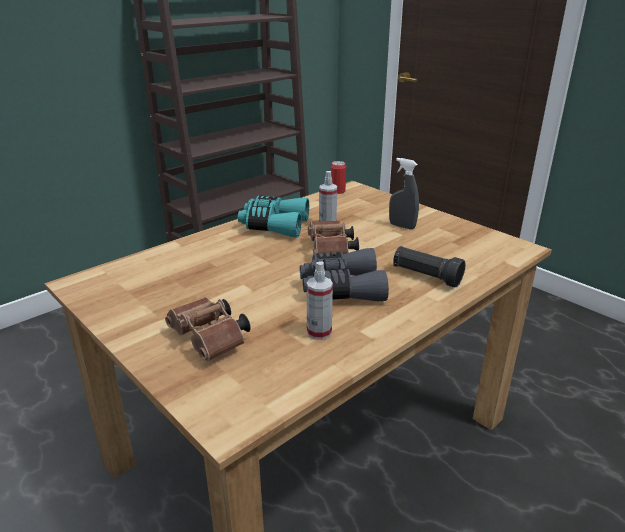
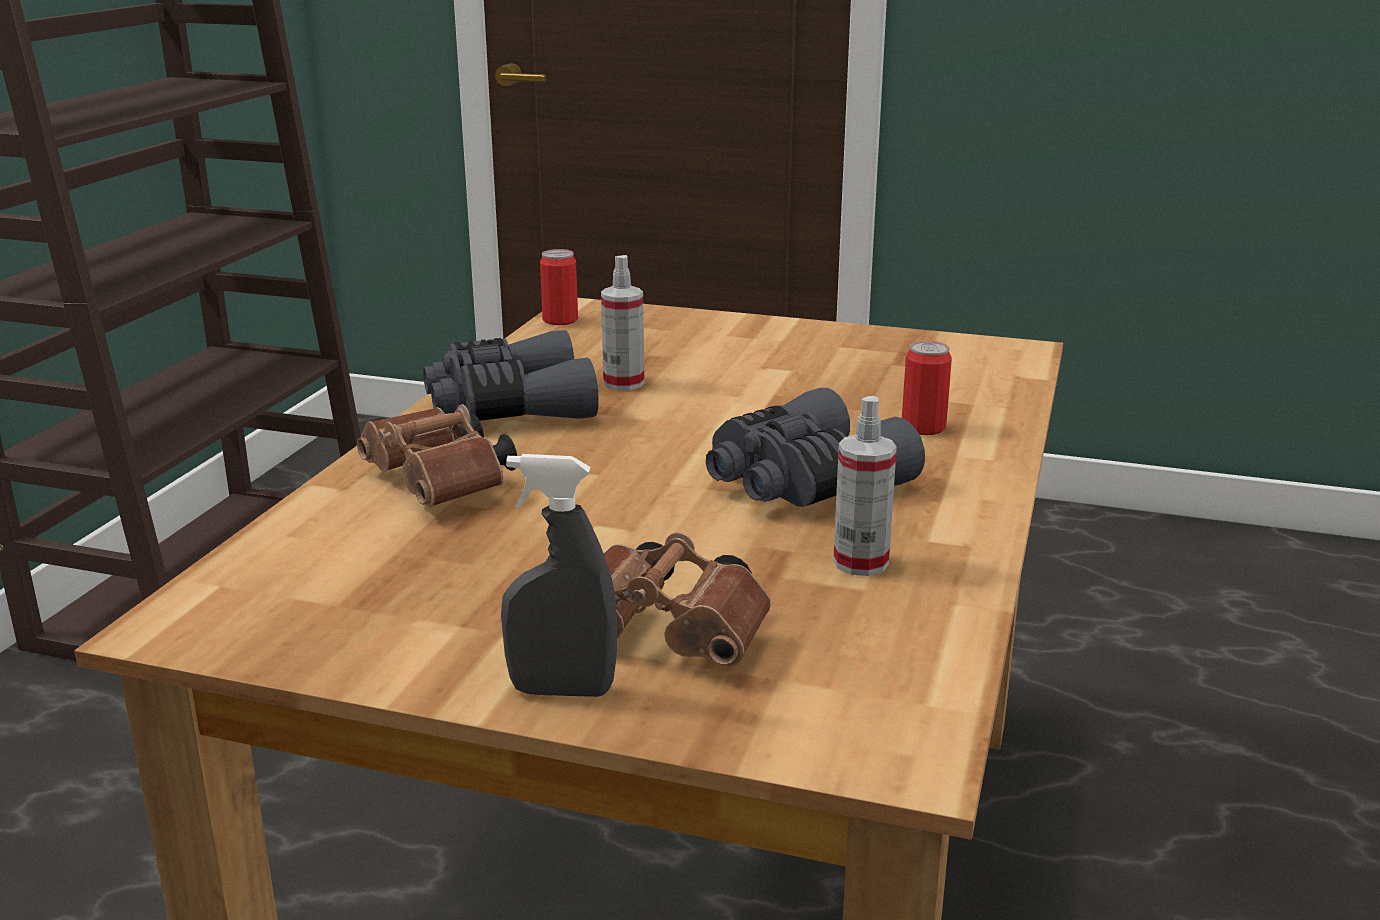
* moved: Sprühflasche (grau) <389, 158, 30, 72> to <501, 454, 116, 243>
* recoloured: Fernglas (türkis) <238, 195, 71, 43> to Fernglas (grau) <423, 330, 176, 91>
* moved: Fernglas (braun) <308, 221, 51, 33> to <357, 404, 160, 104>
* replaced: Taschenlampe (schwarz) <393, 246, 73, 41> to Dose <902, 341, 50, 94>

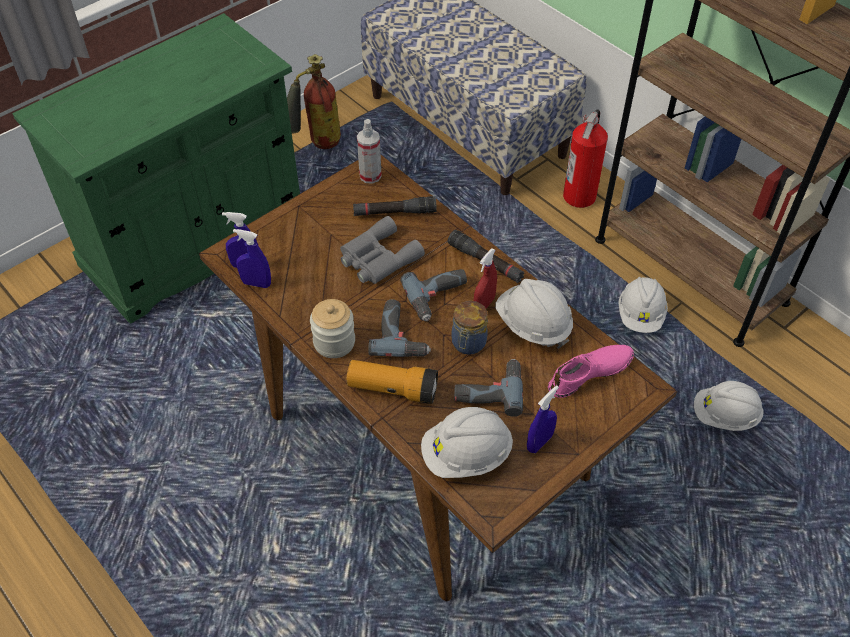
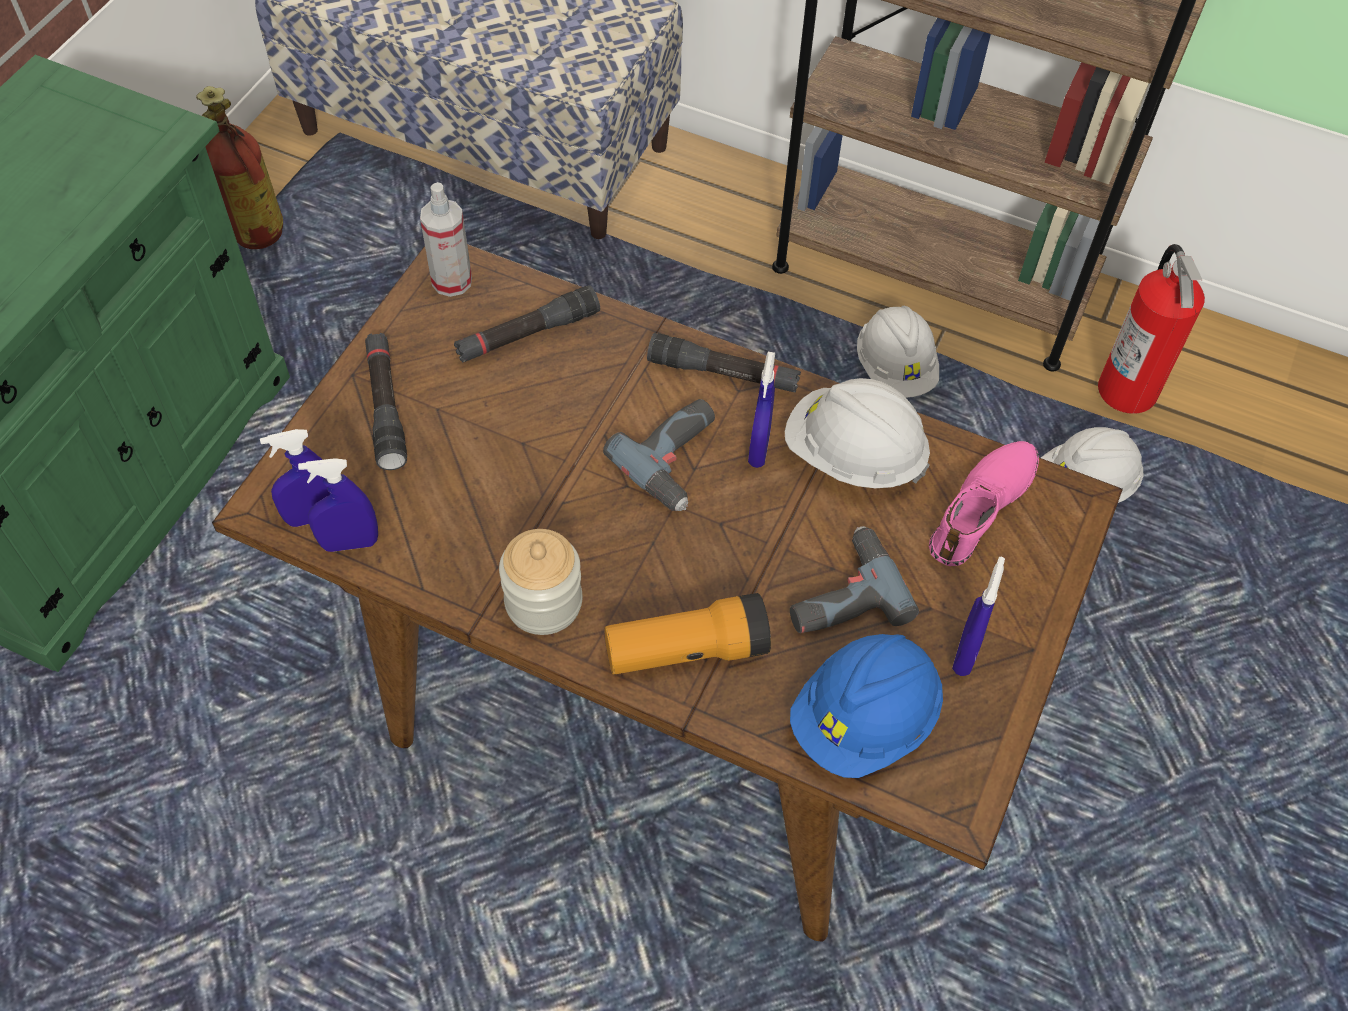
* moved: Feuerlöscher <563, 109, 45, 99> to <1098, 244, 107, 170>
* removed: Fernglas (grau) <340, 216, 85, 68>
* recoloured: Sprühflasche (rot) <474, 249, 23, 60> to Sprühflasche (blau) <748, 352, 27, 116>
* removed: Bohrmaschine <368, 299, 63, 58>
* removed: Vorratsglas <451, 301, 37, 54>
* recoloured: Schutzhelm (weiß) <421, 407, 92, 71> to Schutzhelm (blau) <790, 634, 153, 144>
* added: Taschenlampe (schwarz) <365, 333, 42, 137>

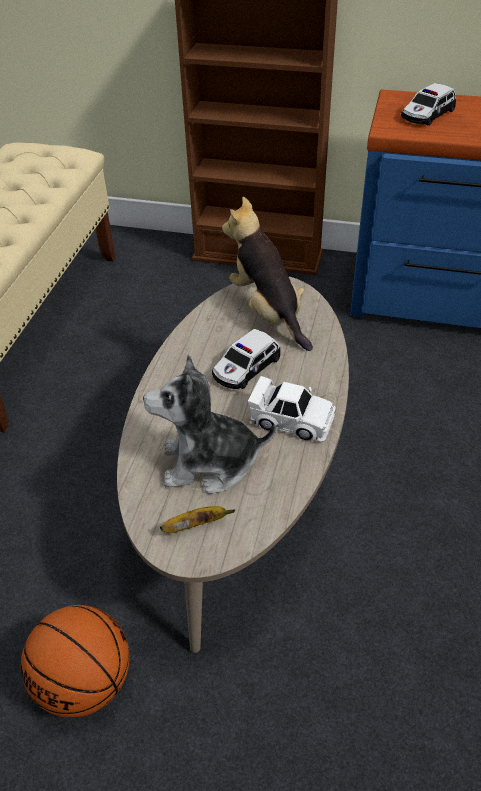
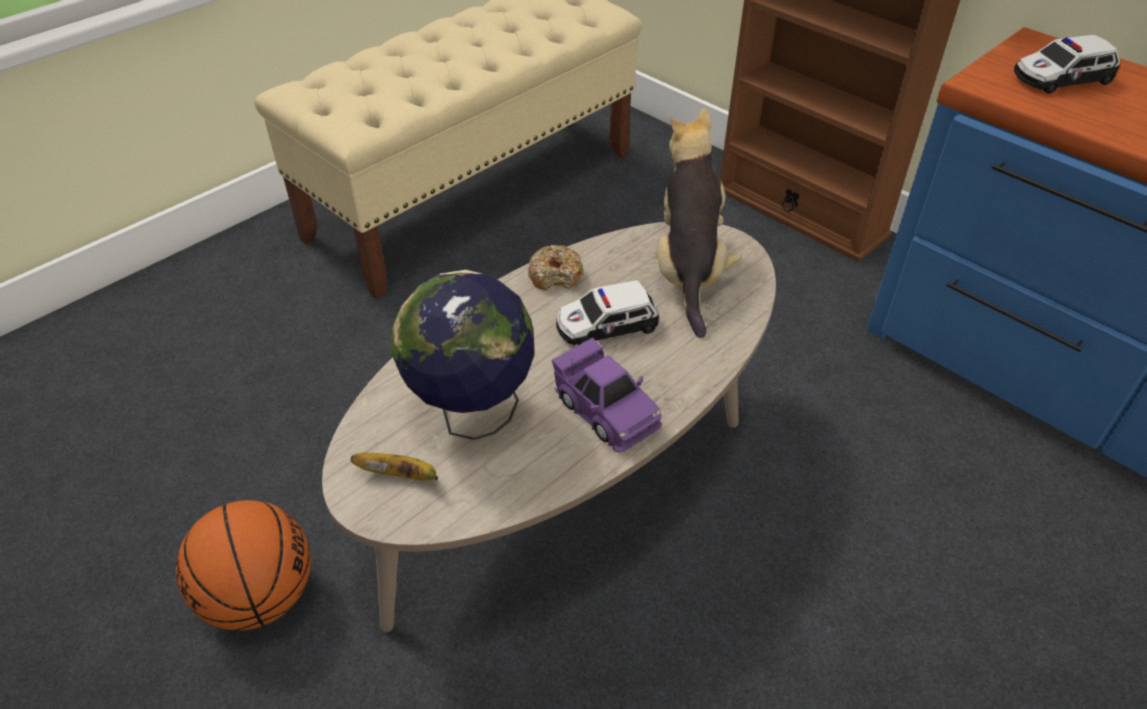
* replaced: Plüschtier <143, 355, 133, 139> to Globus <392, 270, 143, 170>
* recoloured: Spielzeugauto (weiß) <248, 376, 88, 66> to Spielzeugauto (lila) <552, 337, 110, 116>
* added: Donut <528, 245, 55, 45>

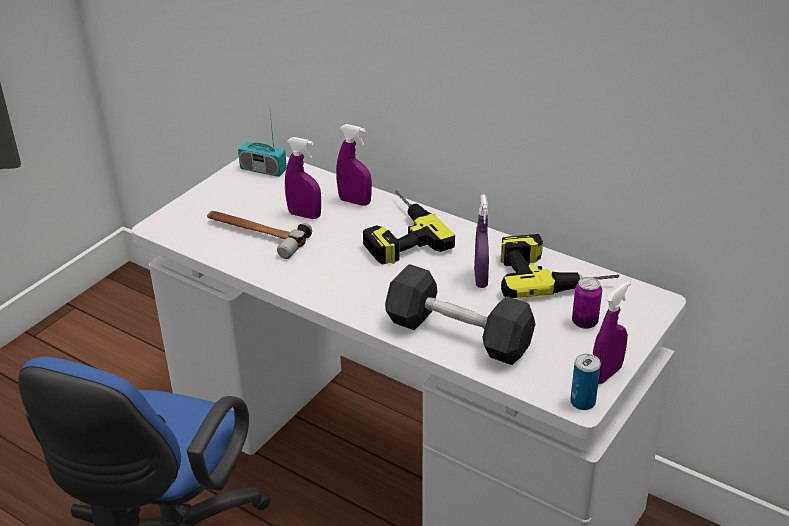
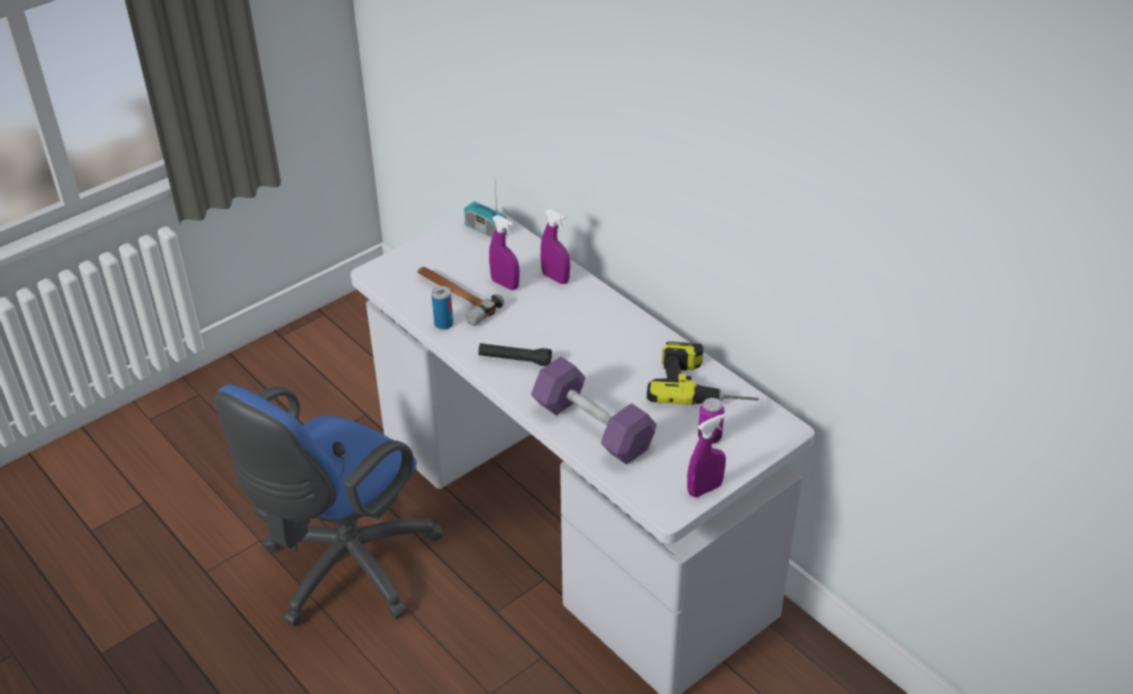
* removed: Bohrmaschine <363, 191, 92, 74>
* removed: Sprühflasche (lila) <474, 194, 15, 94>
* recoloured: Hantel (grau) <385, 264, 151, 101> to Hantel (lila) <531, 357, 126, 108>
* moved: Dose <570, 353, 31, 57> to <431, 286, 22, 44>
* added: Taschenlampe (schwarz) <478, 343, 74, 23>

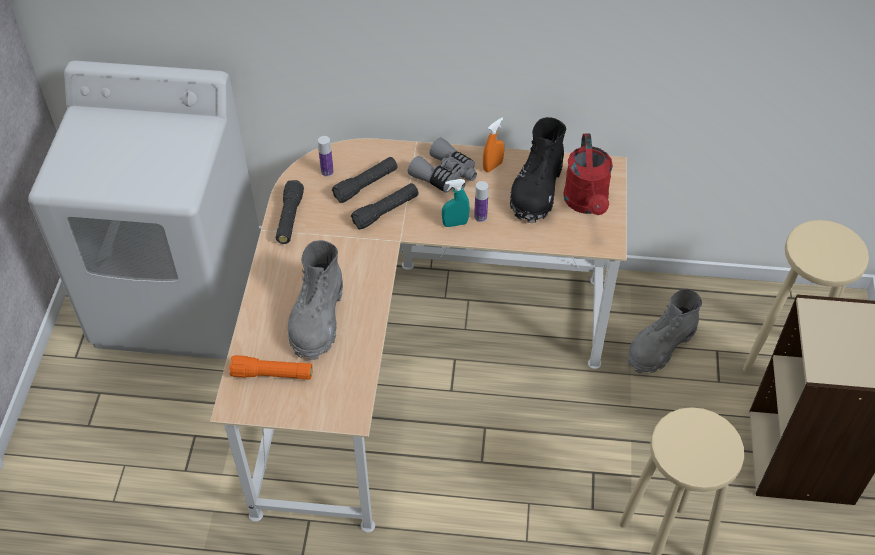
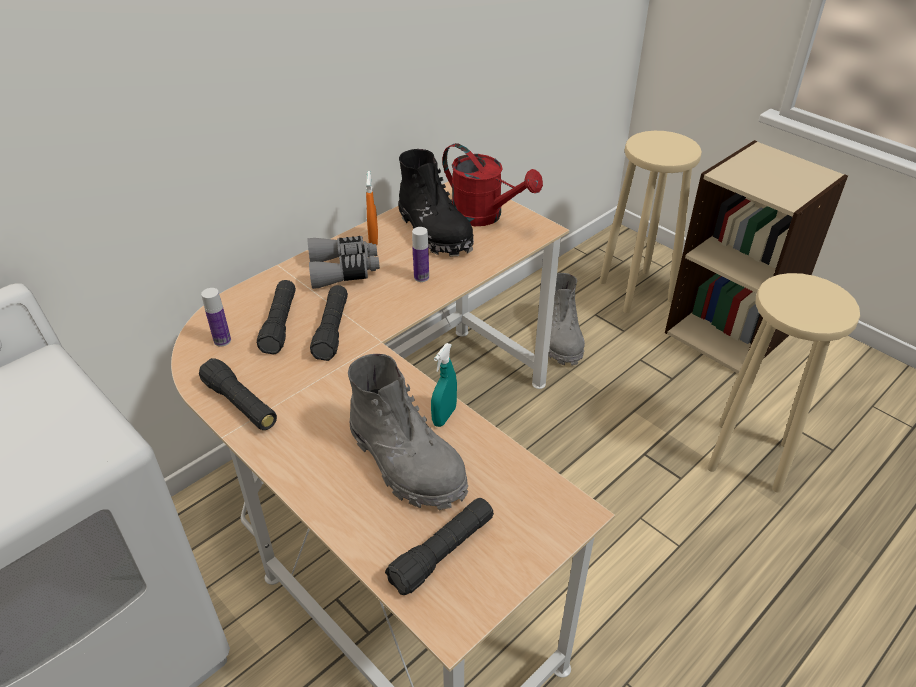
* moved: Sprühflasche (türkis) <442, 179, 28, 48> to <431, 343, 26, 84>
* recoloured: Taschenlampe (orange) <229, 355, 84, 25> to Taschenlampe (schwarz) <385, 498, 109, 97>

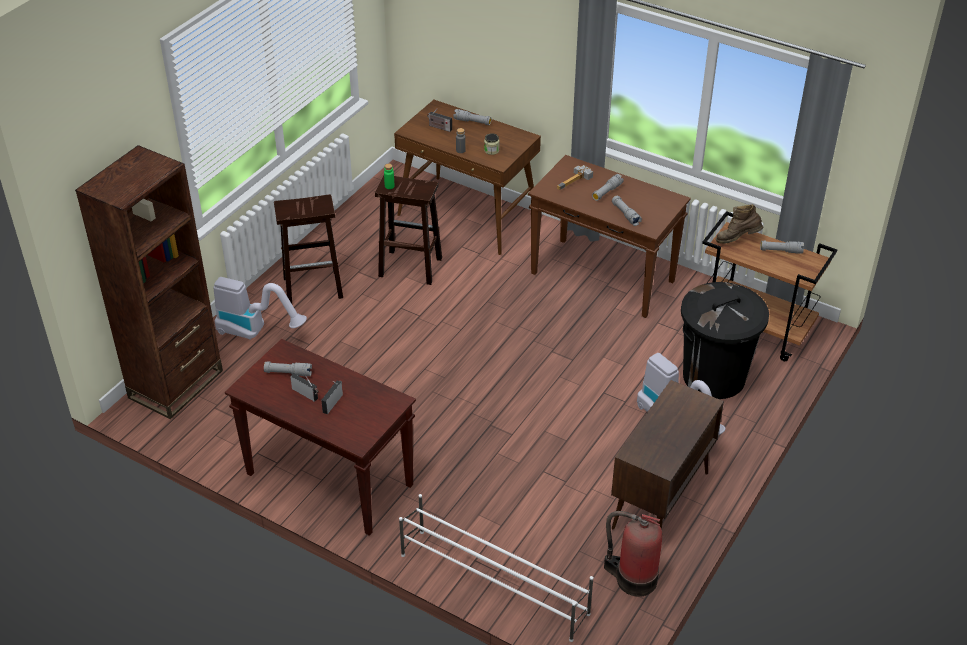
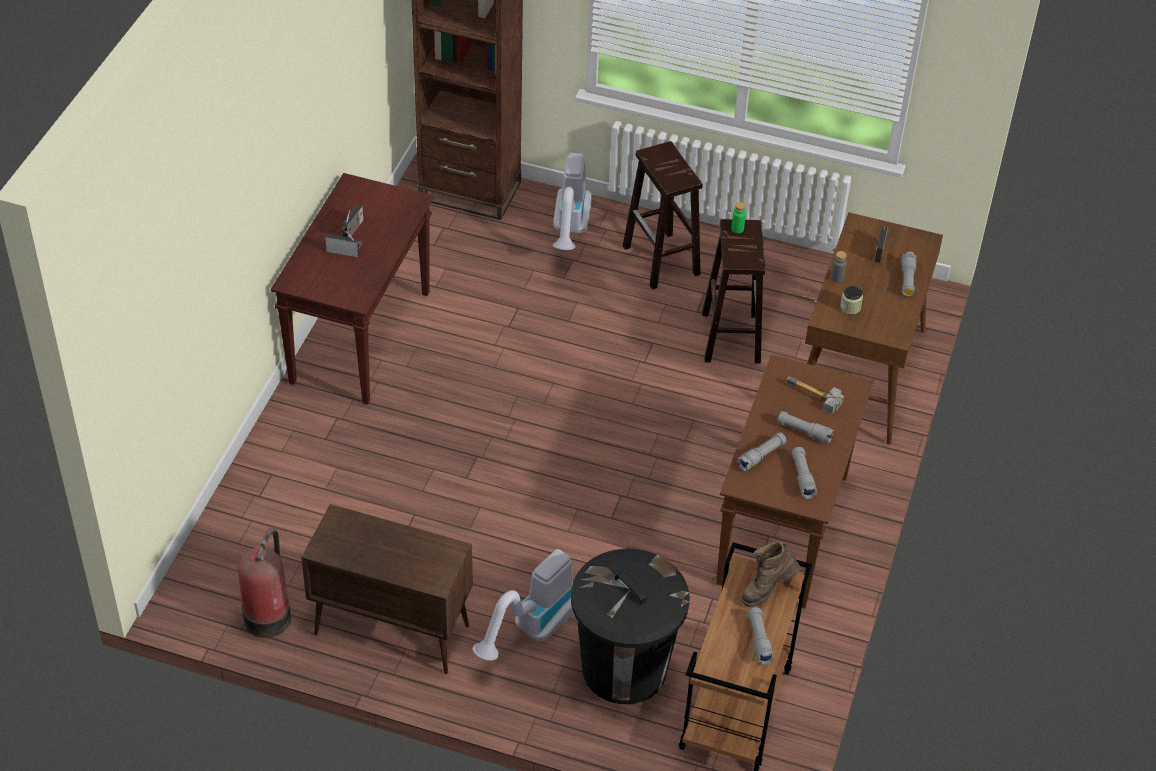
* turned: Stiefel (braun) <716, 204, 47, 39> = <741, 541, 59, 66> 105 degrees counterclockwise
* moved: Taschenlampe (grau) <264, 361, 48, 15> to <792, 447, 25, 52>
* removed: Schuhregal (weiß) <399, 494, 195, 148>

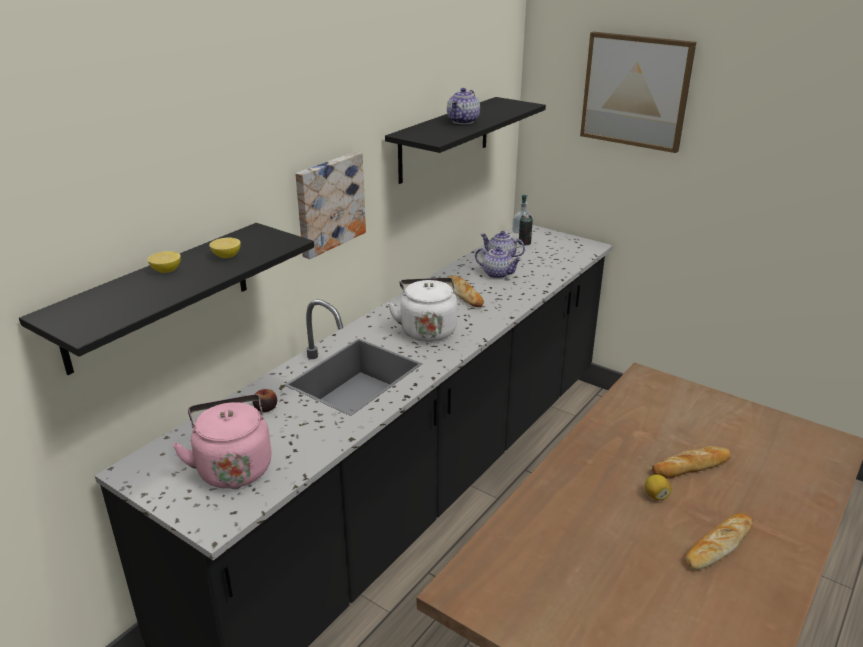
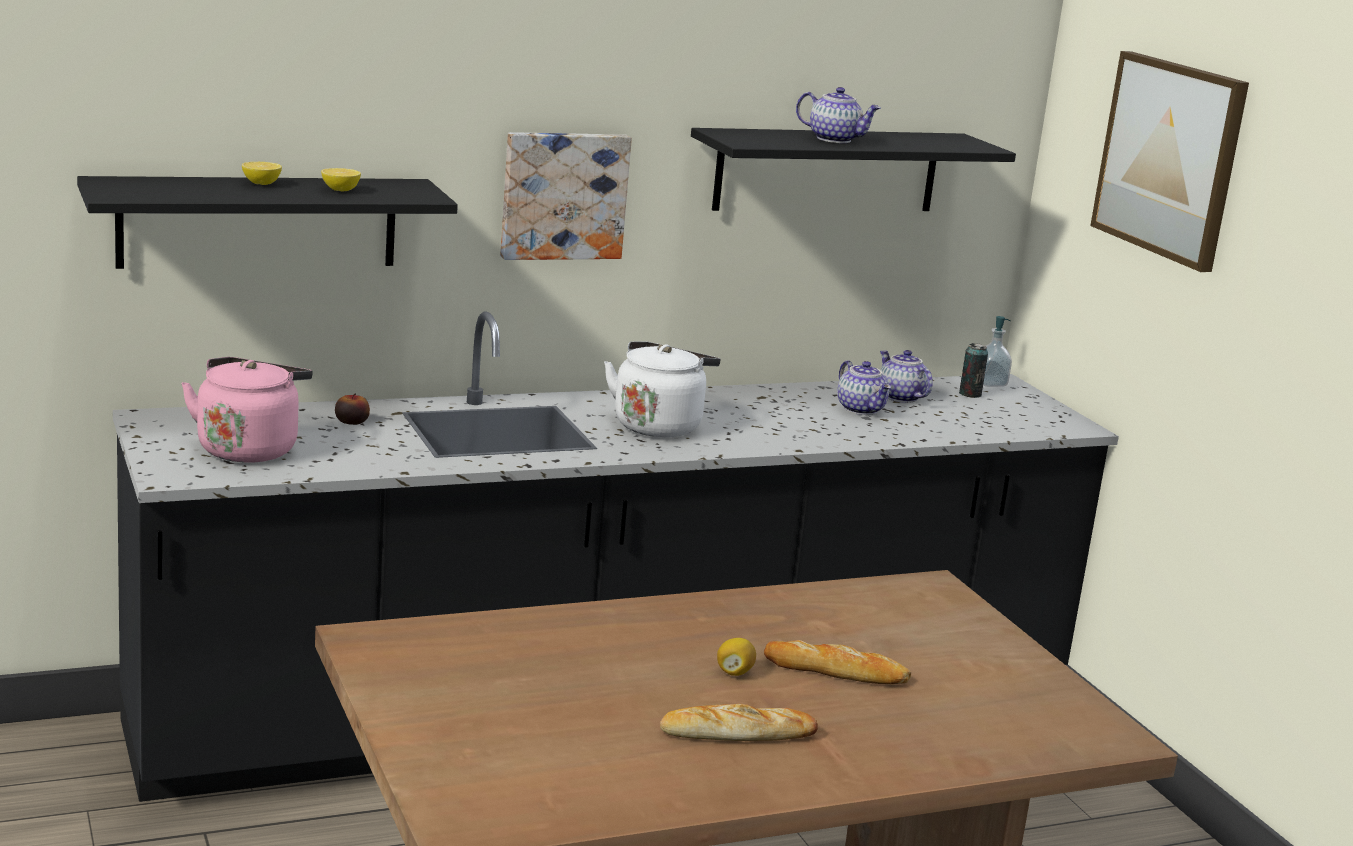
* turned: Teekanne <447, 88, 33, 36> = <796, 87, 85, 56> 120 degrees counterclockwise
* removed: Brot <447, 276, 37, 31>

